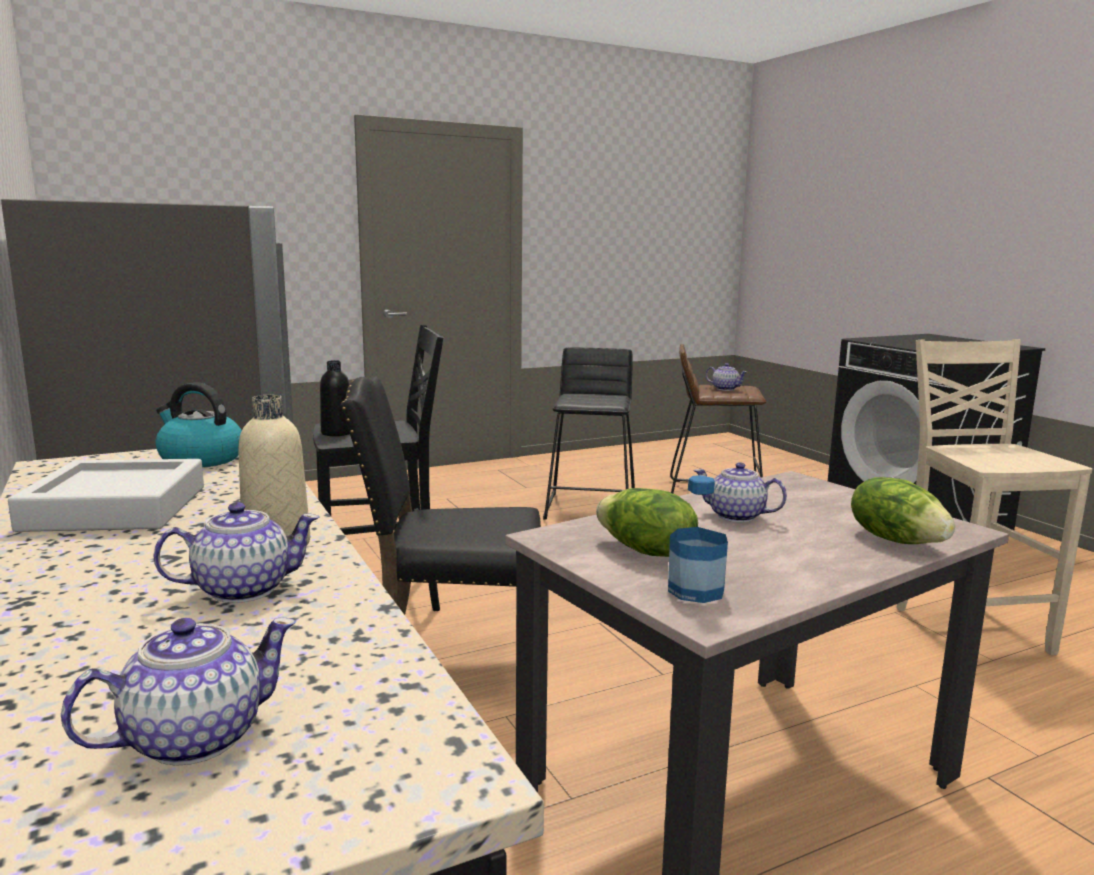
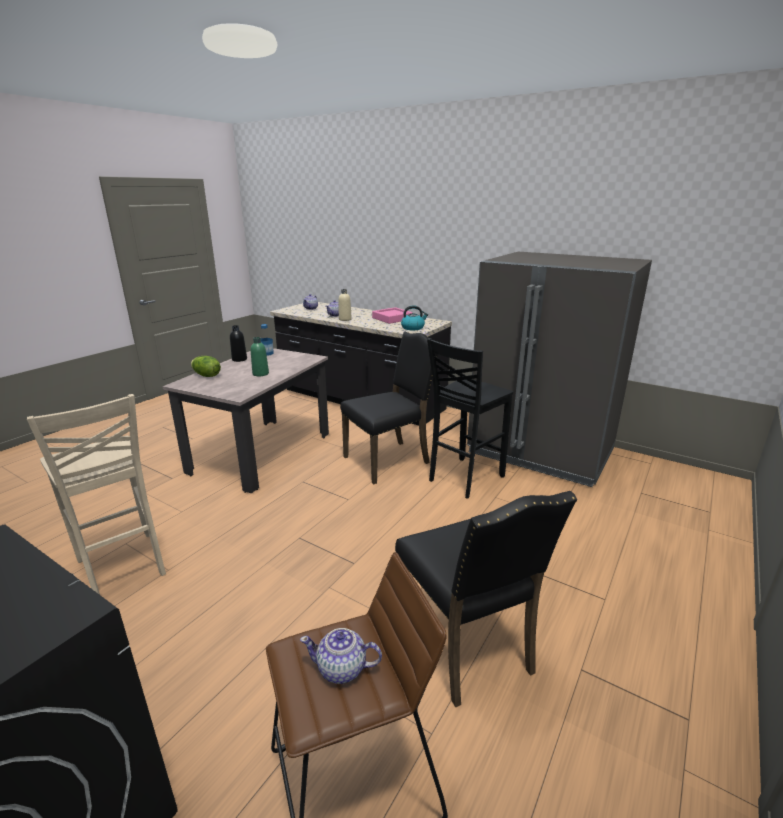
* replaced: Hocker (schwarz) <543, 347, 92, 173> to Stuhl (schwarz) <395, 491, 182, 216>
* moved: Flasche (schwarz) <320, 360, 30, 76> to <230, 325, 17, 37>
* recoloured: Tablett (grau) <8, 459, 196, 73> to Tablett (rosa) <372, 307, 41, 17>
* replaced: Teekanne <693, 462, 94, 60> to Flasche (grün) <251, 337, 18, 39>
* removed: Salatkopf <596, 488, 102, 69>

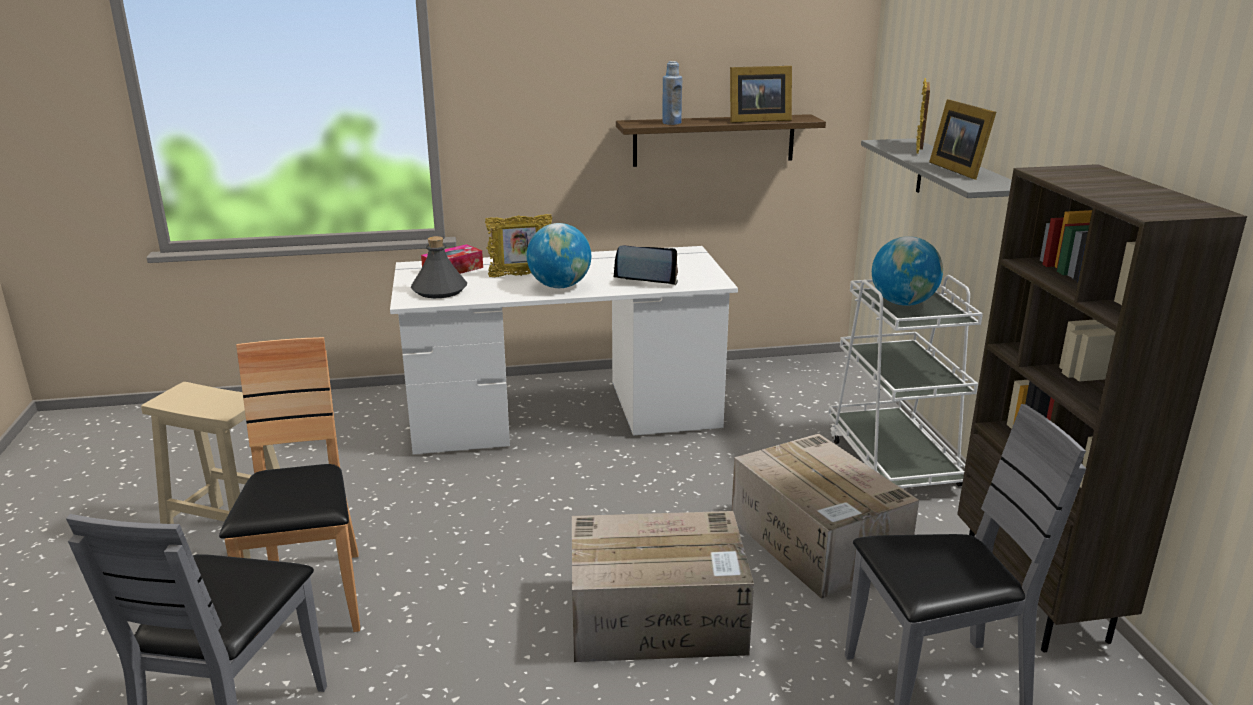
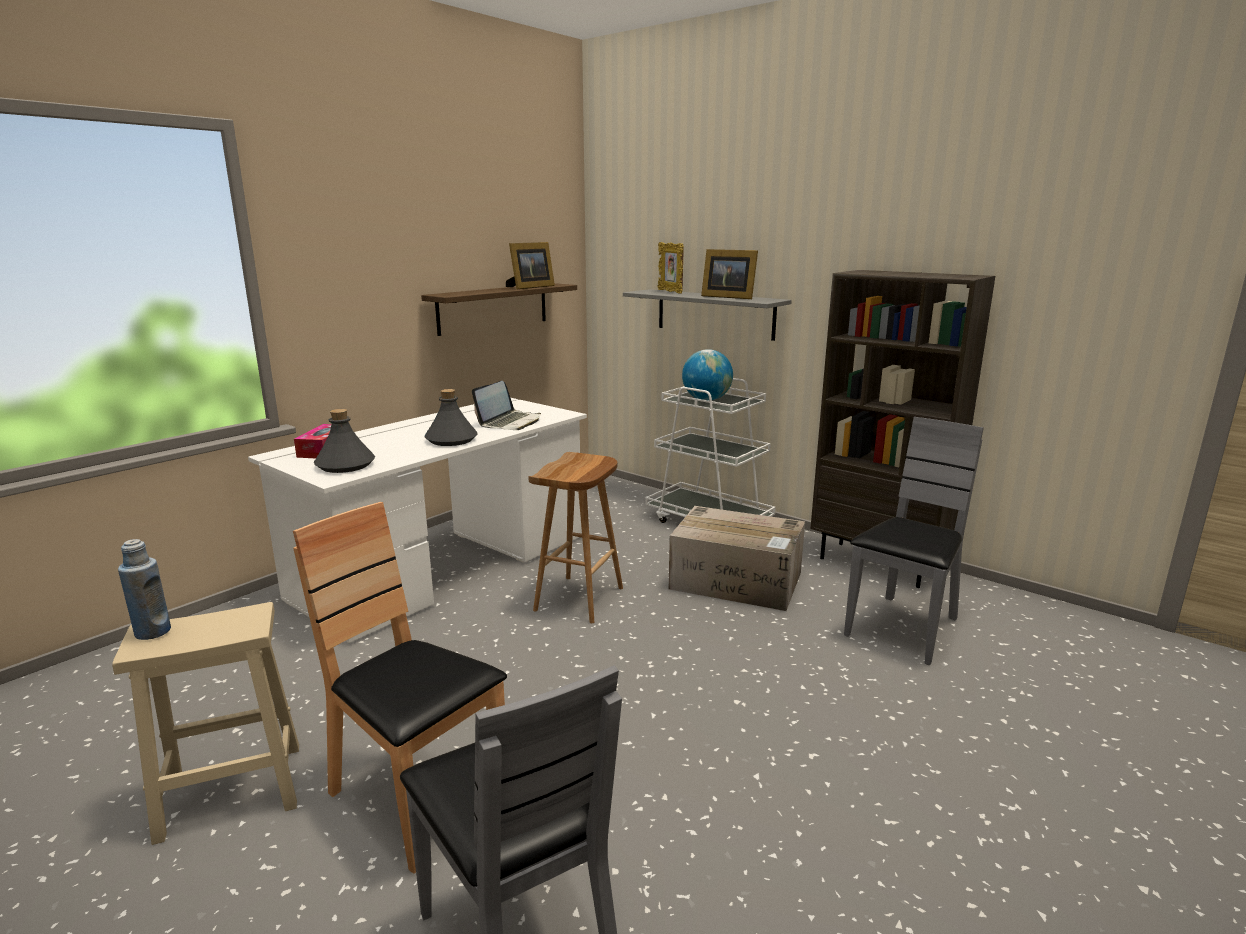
* moved: Flasche (blau) <662, 61, 20, 64> to <118, 539, 53, 101>
* removed: Bilderrahmen <485, 214, 67, 63>
* replaced: Globus <527, 223, 64, 65> to Flasche (grau) <425, 389, 52, 57>
* turned: Laptop <613, 246, 65, 39> = <472, 381, 69, 49> 150 degrees clockwise
* removed: Karton <572, 511, 182, 151>
* added: Hocker (braun) <528, 452, 95, 171>

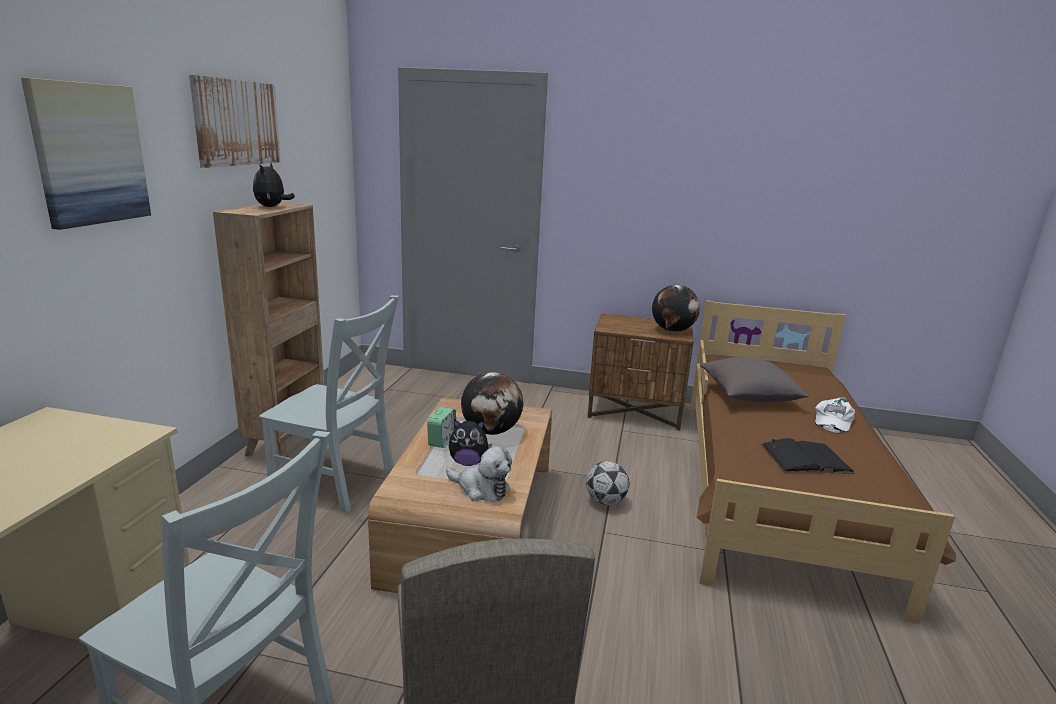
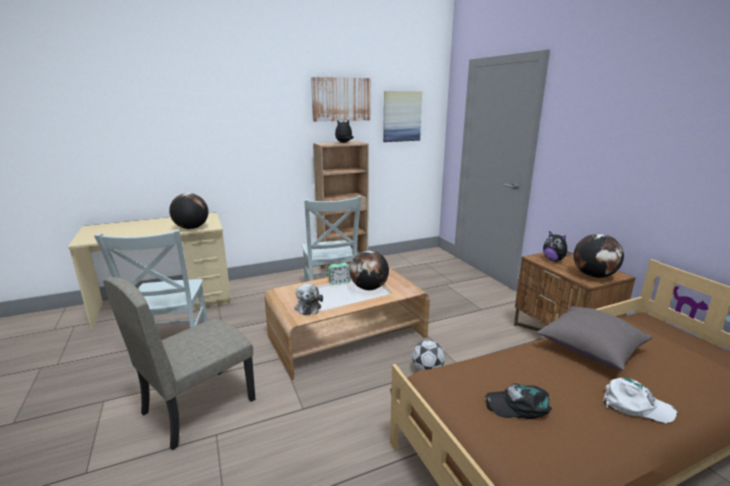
* moved: Bild <21, 77, 130, 153> to <383, 91, 39, 51>
* turned: Kappe (weiß) <815, 397, 40, 36> = <603, 378, 75, 46> 150 degrees counterclockwise
* moved: Plüschtier <449, 419, 43, 47> to <543, 231, 28, 30>
* replaced: Buch (schwarz) <761, 438, 94, 36> to Kappe (schwarz) <485, 383, 67, 36>
* added: Globus <169, 193, 39, 36>

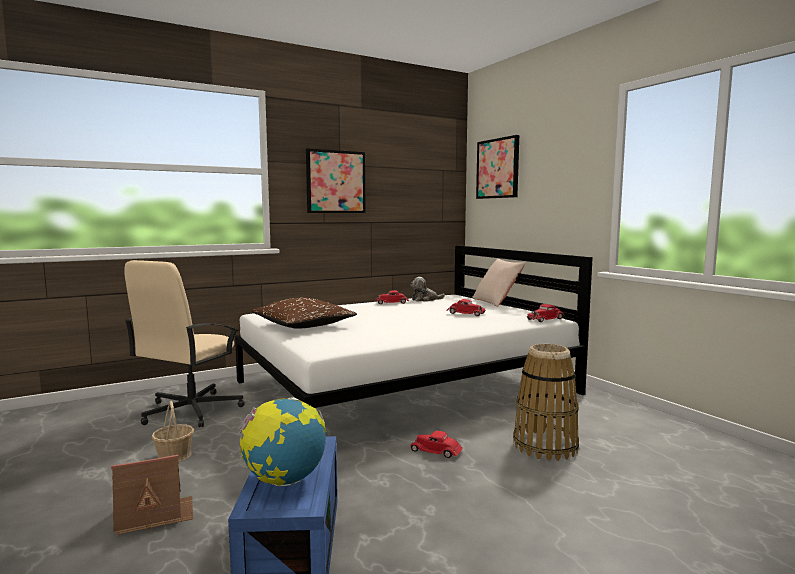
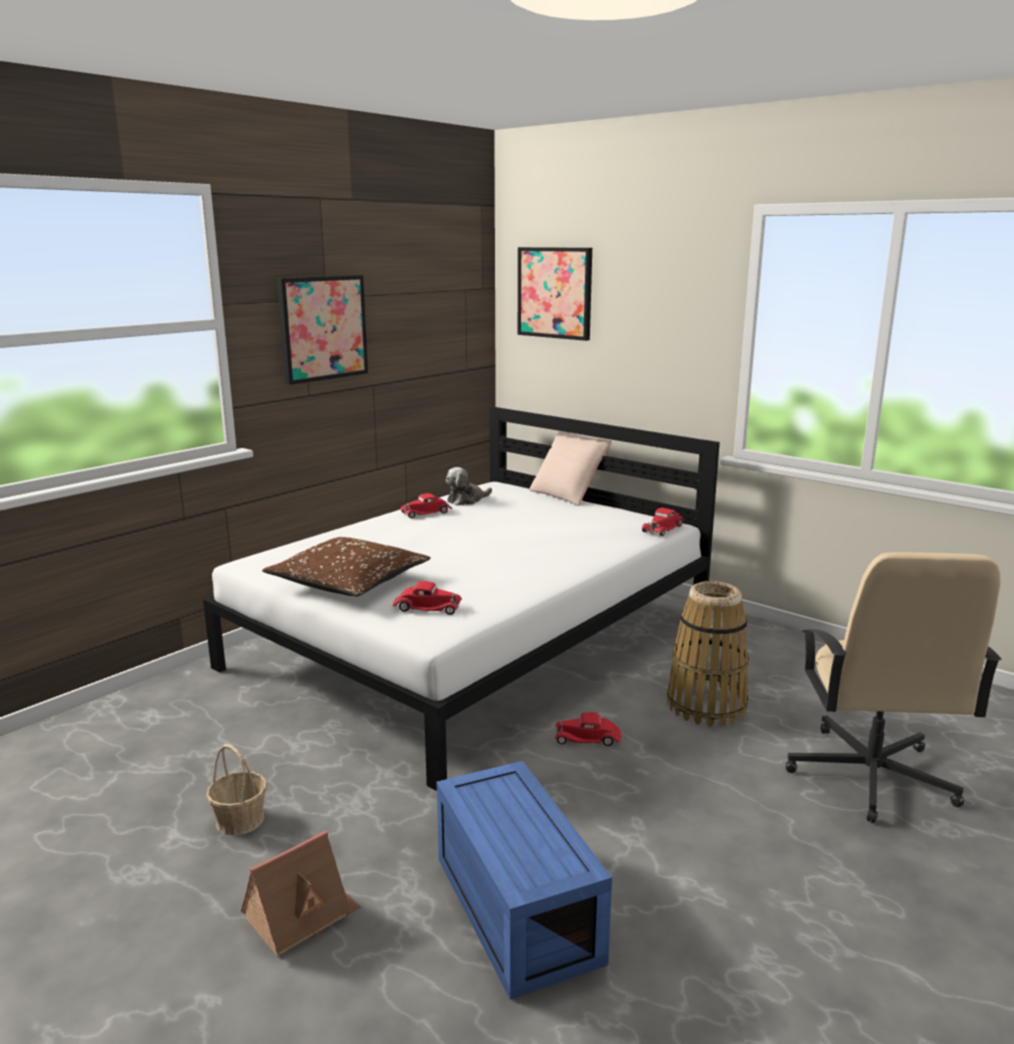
* moved: Bürostuhl (beige) <124, 260, 121, 167> to <786, 552, 215, 271>
* moved: Spielzeugauto (rot) <447, 299, 39, 17> to <392, 581, 70, 34>
* removed: Globus <238, 397, 88, 90>

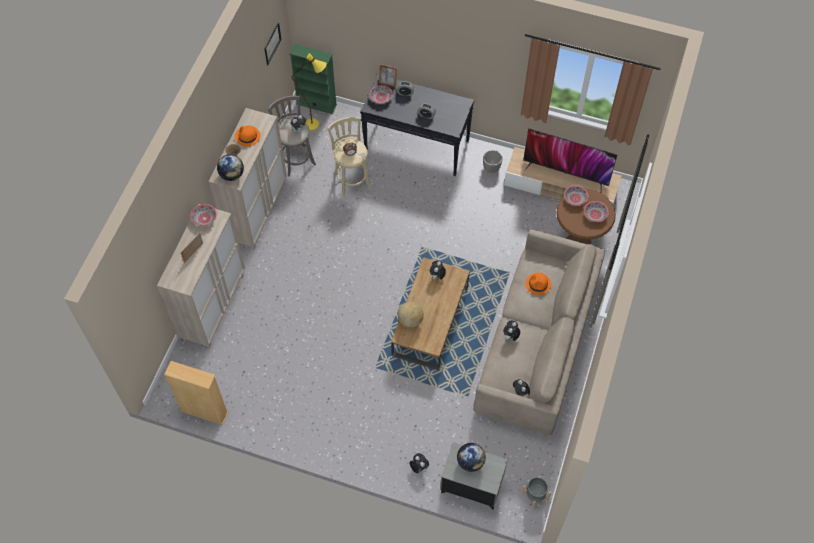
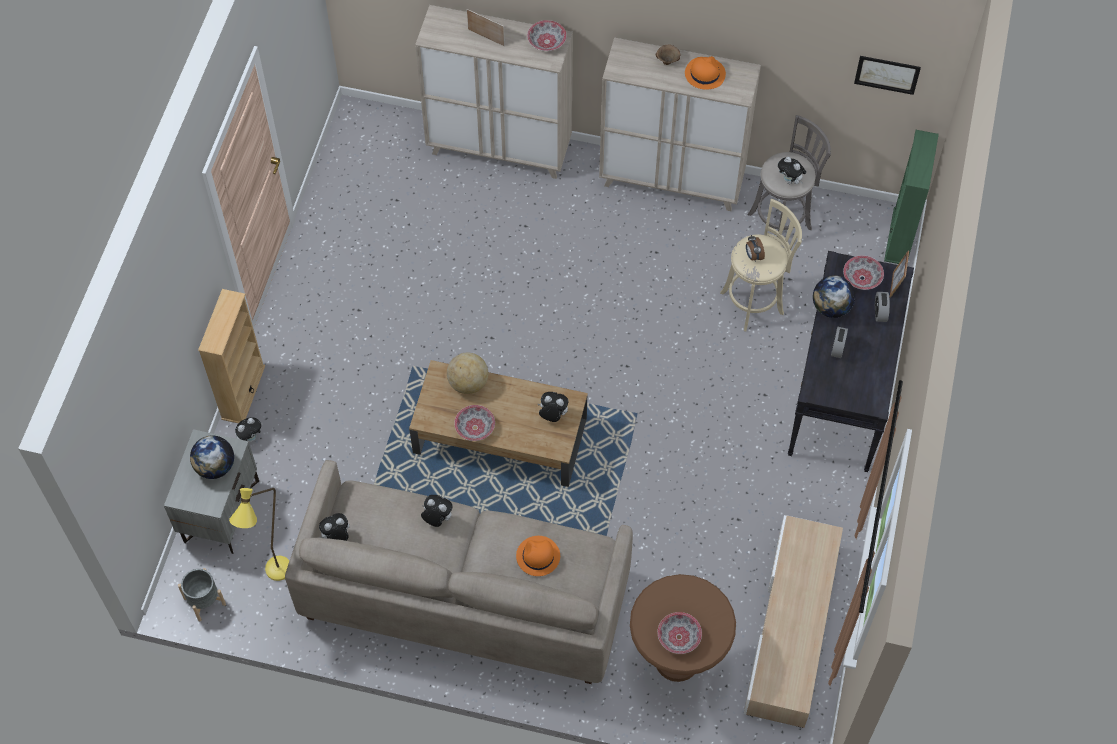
* moved: Stehlampe (gelb) <292, 53, 35, 77> to <229, 488, 60, 93>
* removed: Fernseher <523, 128, 94, 61>
* removed: Pflanzkübel <483, 150, 20, 23>
* moved: Globus <217, 154, 27, 27> to <813, 275, 42, 43>
* moved: Schüssel <564, 185, 24, 21> to <454, 405, 41, 36>
* moved: Bücherregal (beige) <164, 361, 65, 64> to <198, 289, 67, 134>

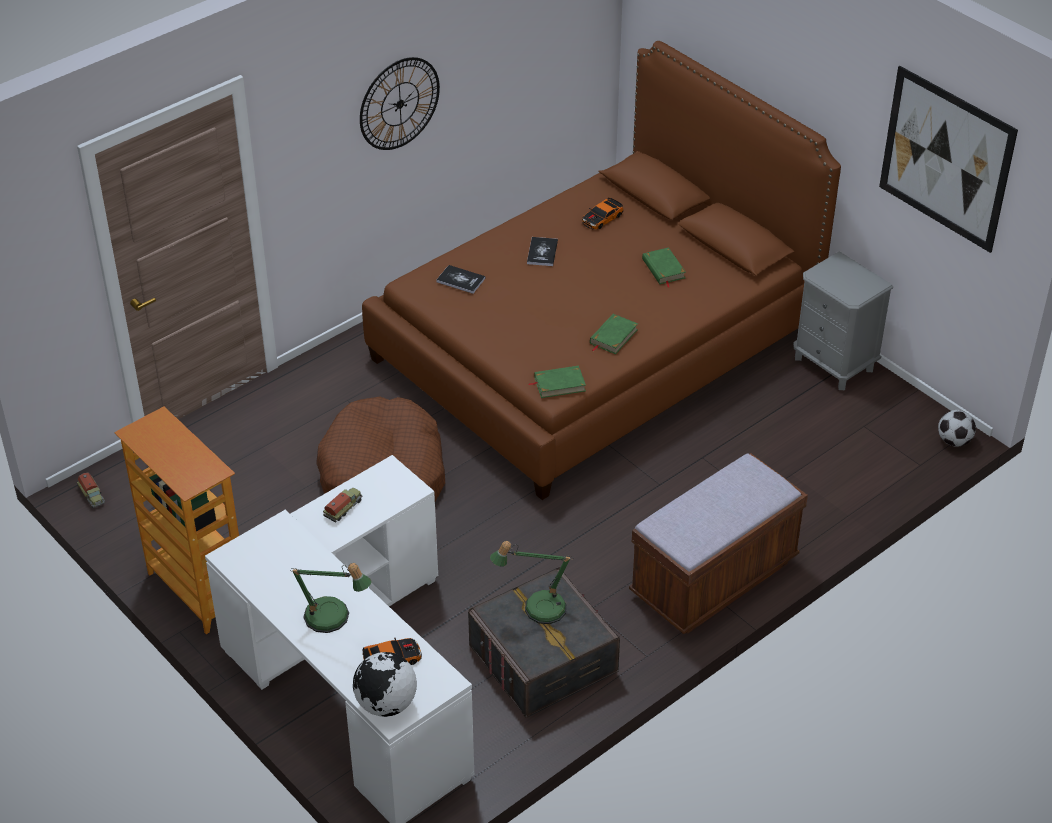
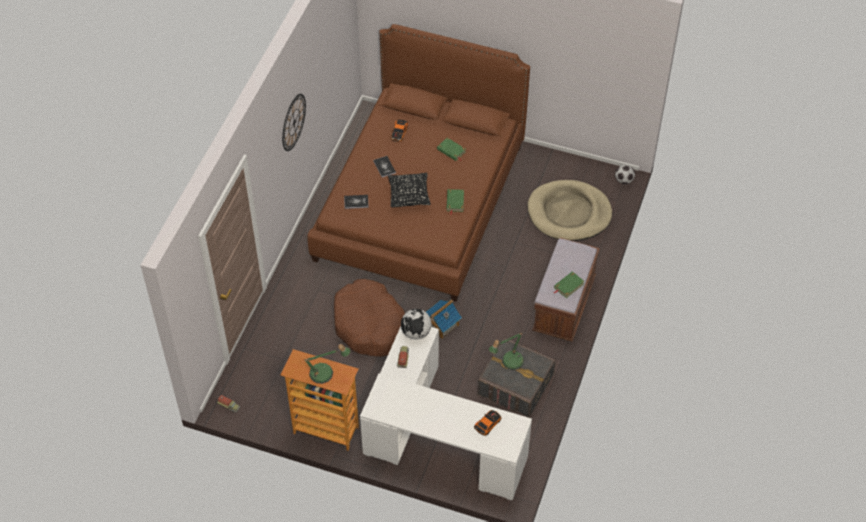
* removed: Bild <879, 66, 139, 187>
* removed: Nachttisch (grau) <793, 251, 100, 139>
* moved: Buch (grün) <528, 366, 58, 32> to <554, 271, 31, 27>
* moved: Tischlampe <290, 563, 82, 70> to <304, 344, 46, 40>
* moved: Globus <353, 652, 64, 65> to <401, 309, 31, 31>
* added: Kissen (schwarz) <388, 173, 43, 34>
* added: Hundebett (beige) <528, 180, 84, 61>
* added: Spielzeughaus <426, 299, 36, 40>

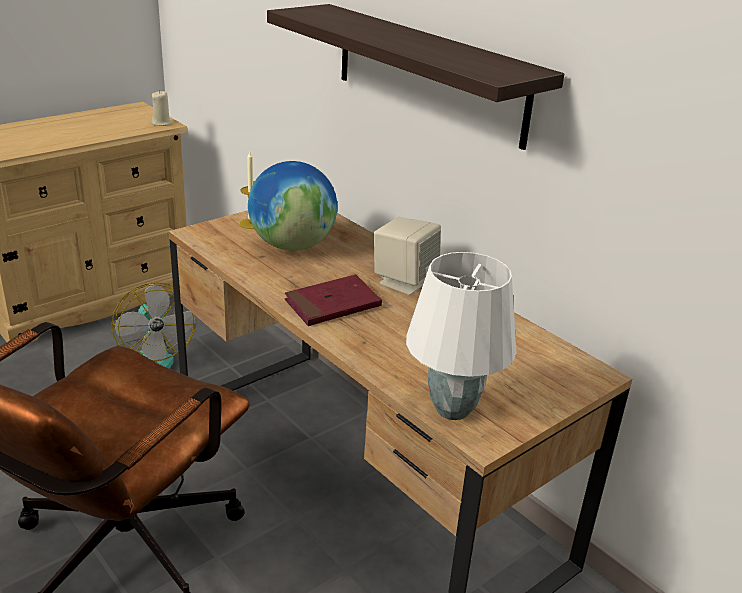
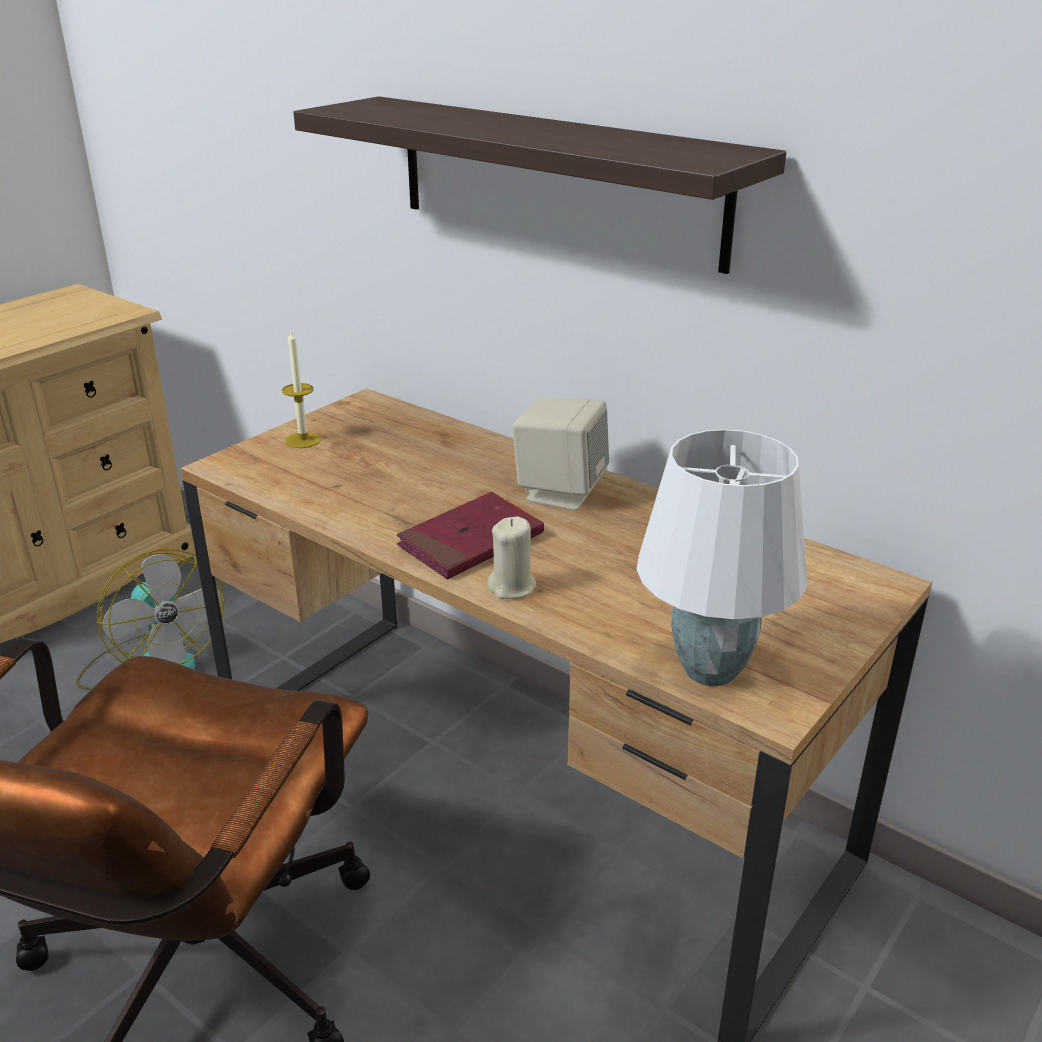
* moved: Kerze (beige) <152, 90, 21, 36> to <487, 517, 49, 82>
* removed: Globus <248, 161, 89, 90>

